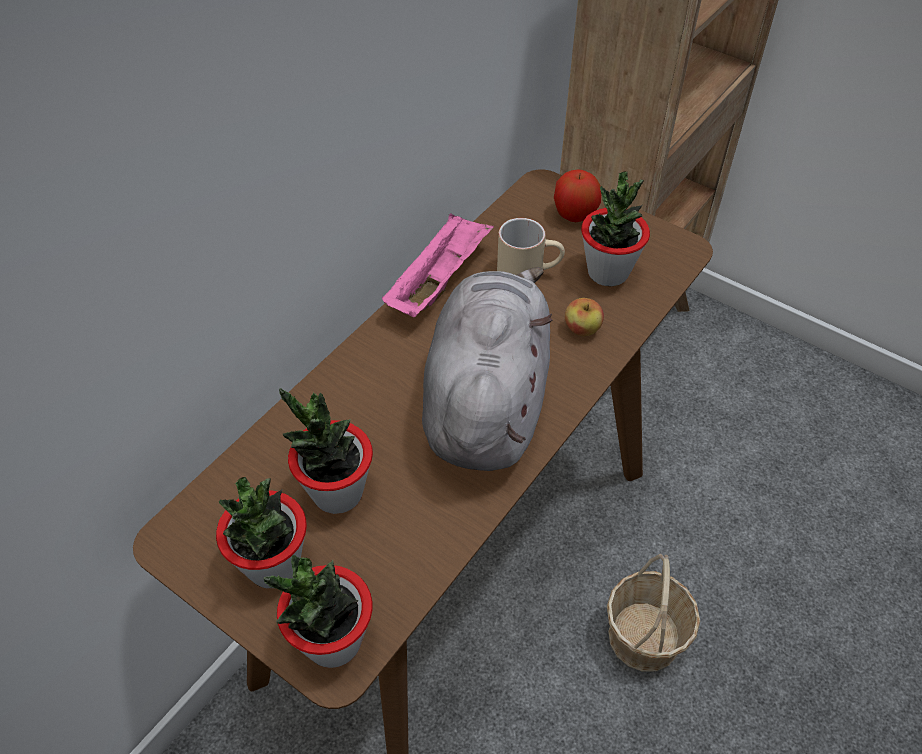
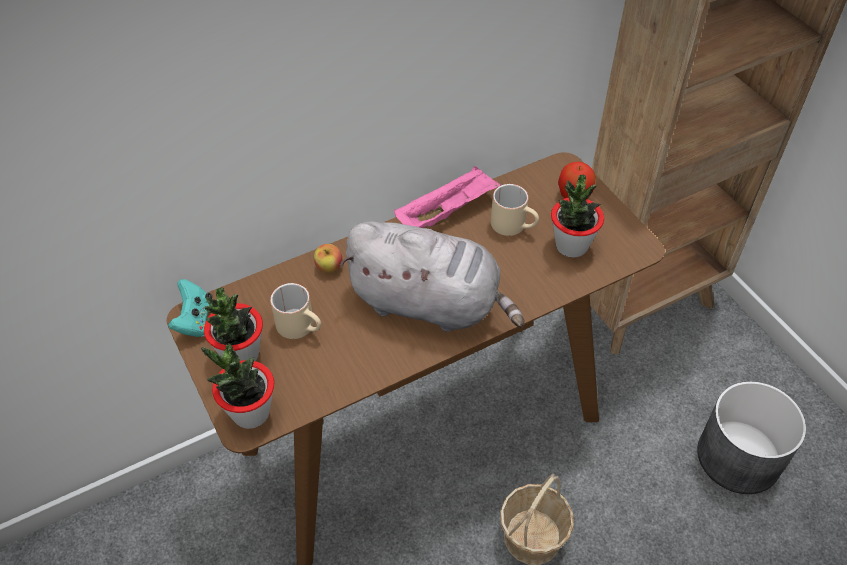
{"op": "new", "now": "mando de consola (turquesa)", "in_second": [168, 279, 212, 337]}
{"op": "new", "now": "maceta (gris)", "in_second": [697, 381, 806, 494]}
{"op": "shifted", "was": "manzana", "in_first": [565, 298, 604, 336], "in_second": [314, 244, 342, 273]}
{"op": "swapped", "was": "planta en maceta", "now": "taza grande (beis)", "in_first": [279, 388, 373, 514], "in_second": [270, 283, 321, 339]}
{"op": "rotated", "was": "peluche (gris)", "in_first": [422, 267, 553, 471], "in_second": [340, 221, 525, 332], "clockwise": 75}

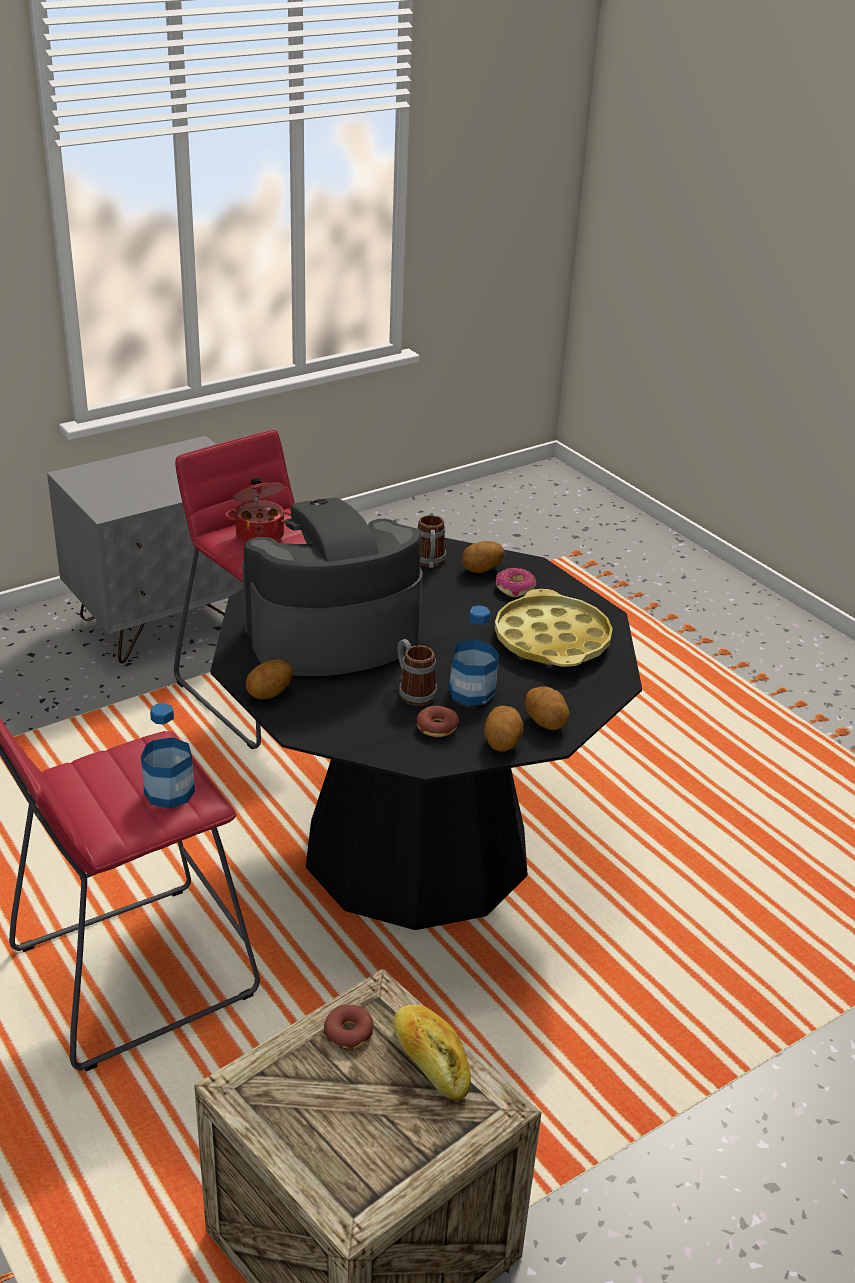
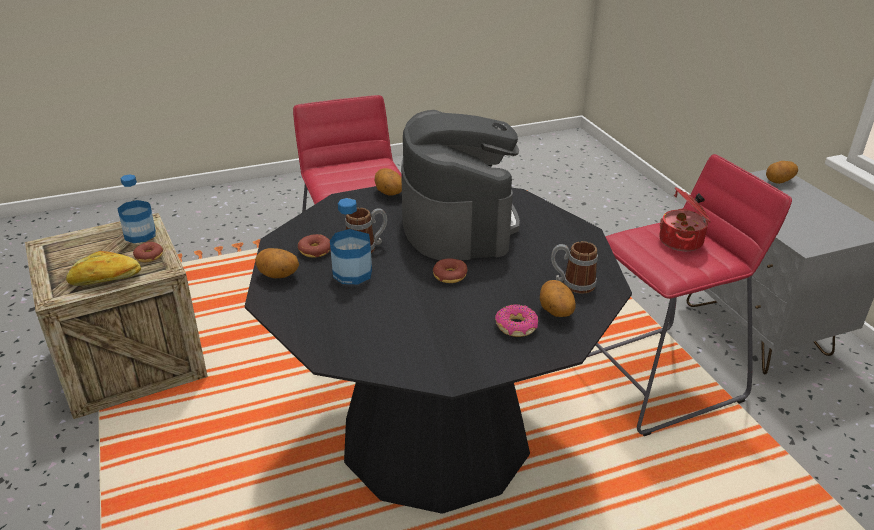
{"op": "gone", "was": "bandeja (amarillo)", "in_first": [495, 589, 613, 667]}
{"op": "new", "now": "rosquilla", "in_second": [433, 258, 467, 283]}
{"op": "shifted", "was": "botella", "in_first": [141, 703, 195, 809], "in_second": [117, 174, 156, 243]}
{"op": "shifted", "was": "patata", "in_first": [525, 686, 569, 731], "in_second": [766, 161, 798, 184]}

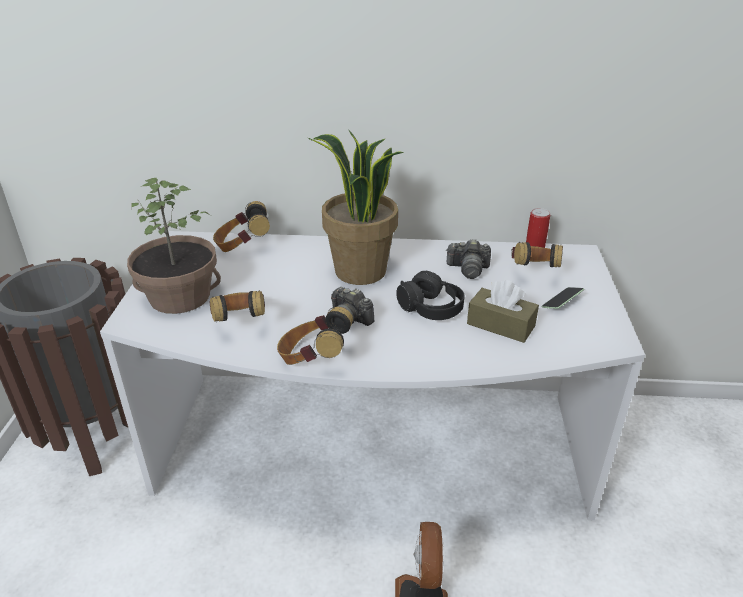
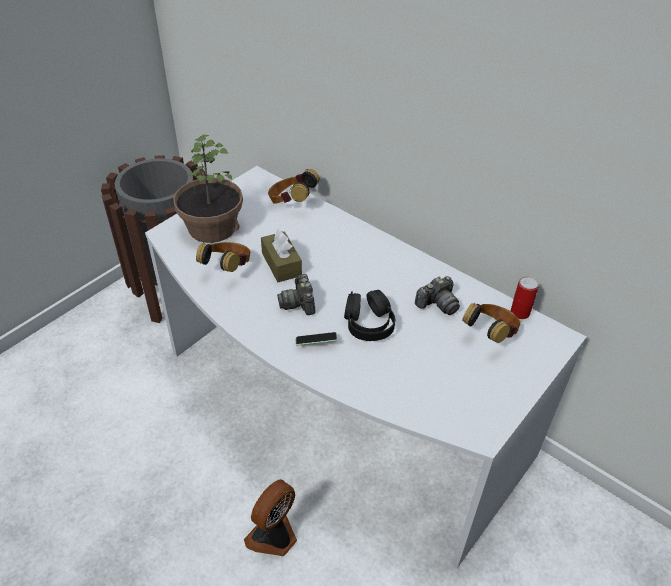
{"op": "gone", "was": "auriculares", "in_first": [277, 307, 353, 365]}
{"op": "gone", "was": "planta en maceta", "in_first": [308, 130, 404, 285]}
{"op": "shifted", "was": "caja de pañuelos (marrón)", "in_first": [467, 280, 539, 343], "in_second": [261, 230, 302, 282]}
{"op": "shifted", "was": "móvil", "in_first": [542, 287, 584, 309], "in_second": [295, 332, 337, 345]}
{"op": "rotated", "was": "cámara", "in_first": [446, 239, 491, 279], "in_second": [415, 276, 460, 315], "clockwise": -75}

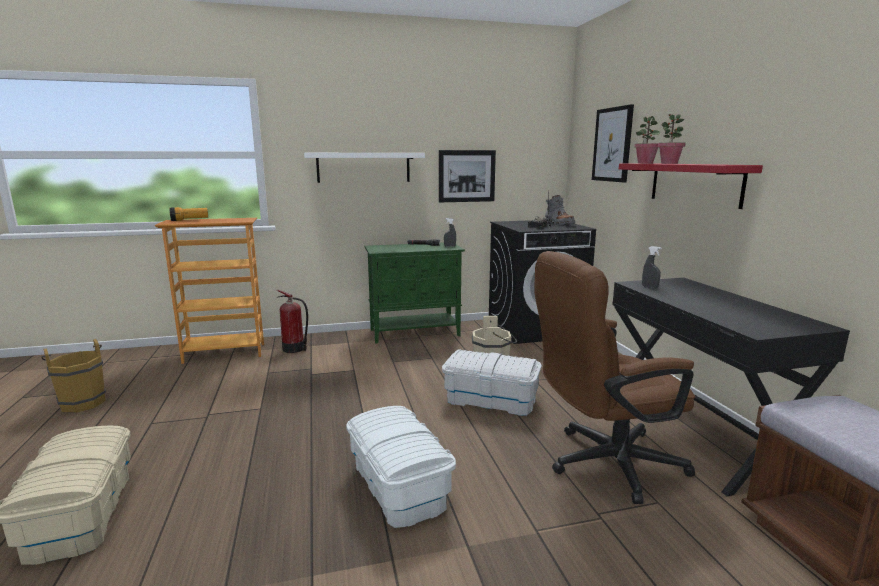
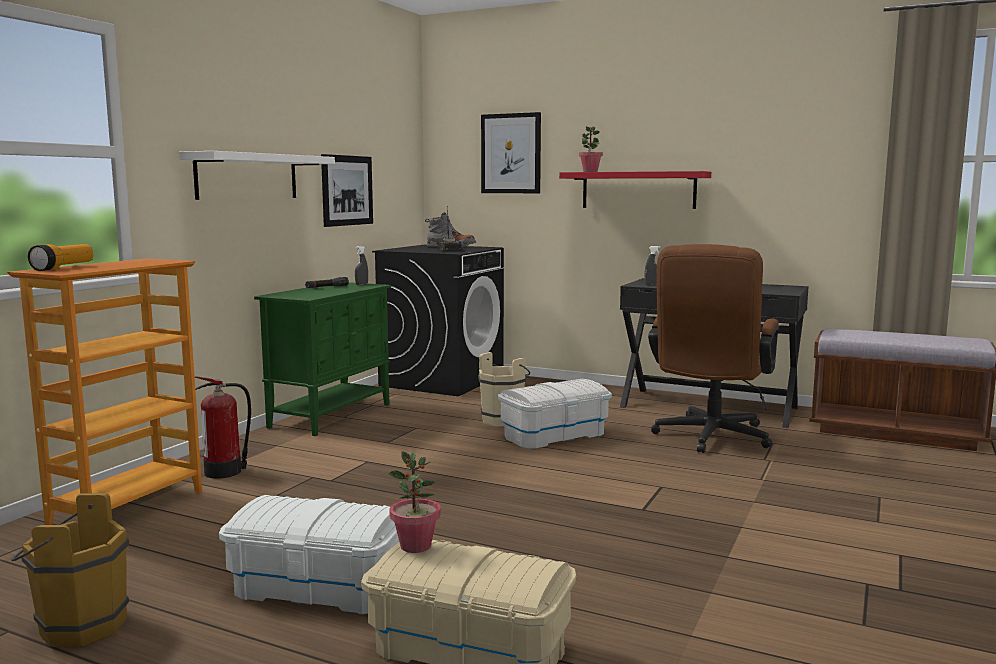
{"op": "shifted", "was": "caja de almacenaje (blanco)", "in_first": [346, 406, 456, 528], "in_second": [219, 495, 399, 615]}
{"op": "shifted", "was": "planta en maceta", "in_first": [658, 114, 686, 164], "in_second": [388, 451, 441, 553]}

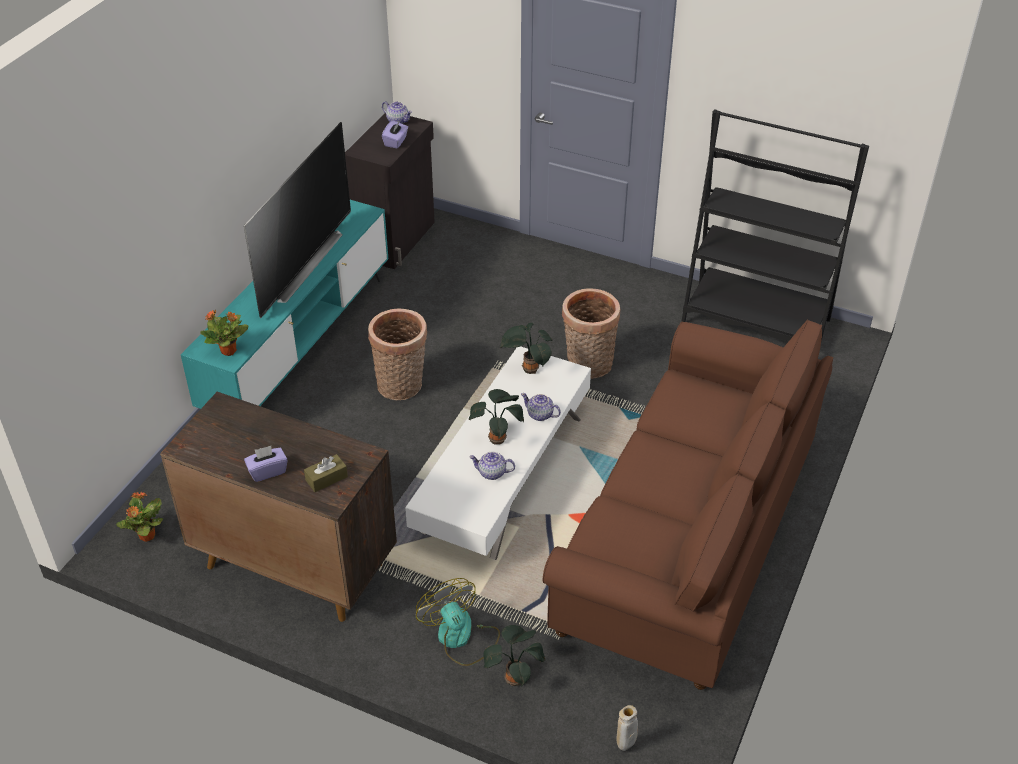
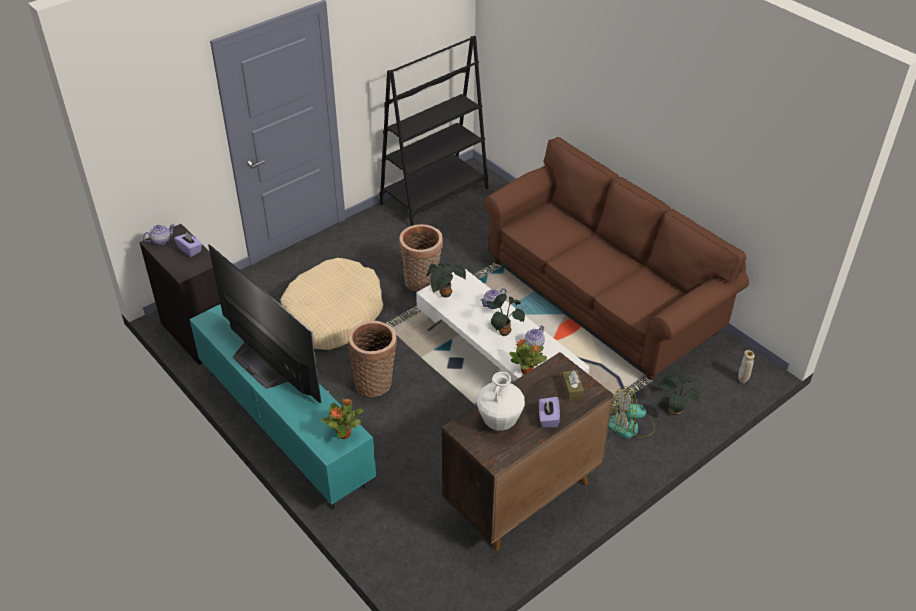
{"op": "new", "now": "cama para perro (beis)", "in_second": [280, 258, 383, 350]}
{"op": "new", "now": "florero (blanco)", "in_second": [477, 372, 525, 431]}
{"op": "shifted", "was": "planta en maceta", "in_first": [116, 492, 163, 542], "in_second": [509, 339, 547, 375]}

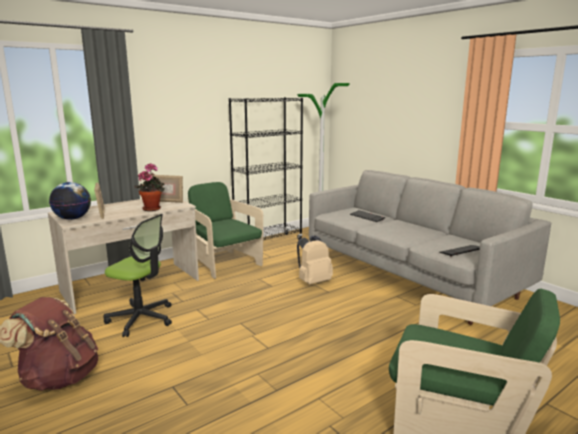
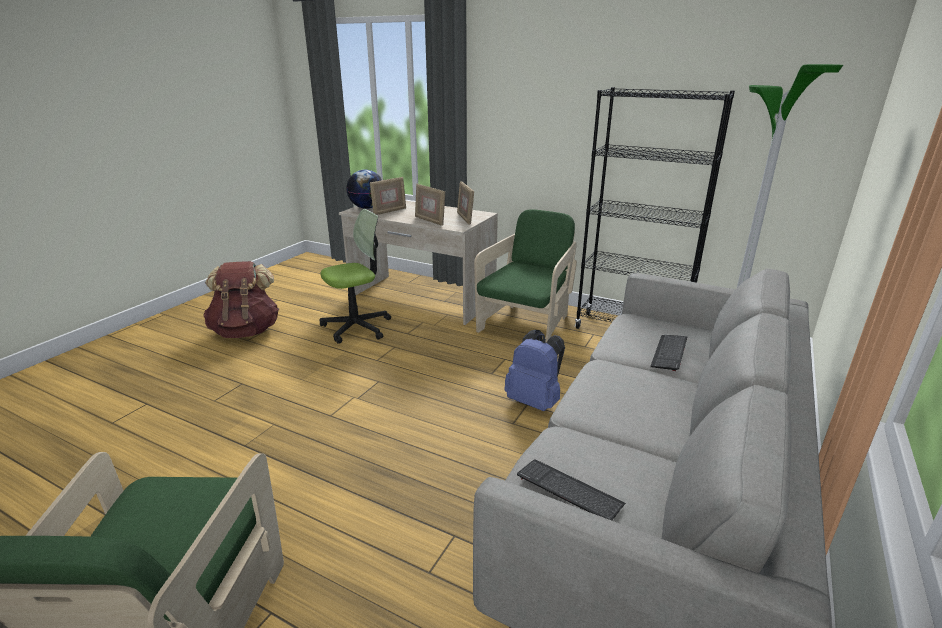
{"op": "swapped", "was": "planta en maceta", "now": "portarretratos", "in_first": [135, 163, 165, 211], "in_second": [415, 184, 445, 226]}
{"op": "repainted", "was": "mochila (beis)", "now": "mochila (azul)", "in_first": [297, 236, 333, 285], "in_second": [505, 330, 565, 411]}
{"op": "rotated", "was": "silla de oficina", "in_first": [104, 214, 172, 337], "in_second": [319, 209, 391, 344], "clockwise": -120}

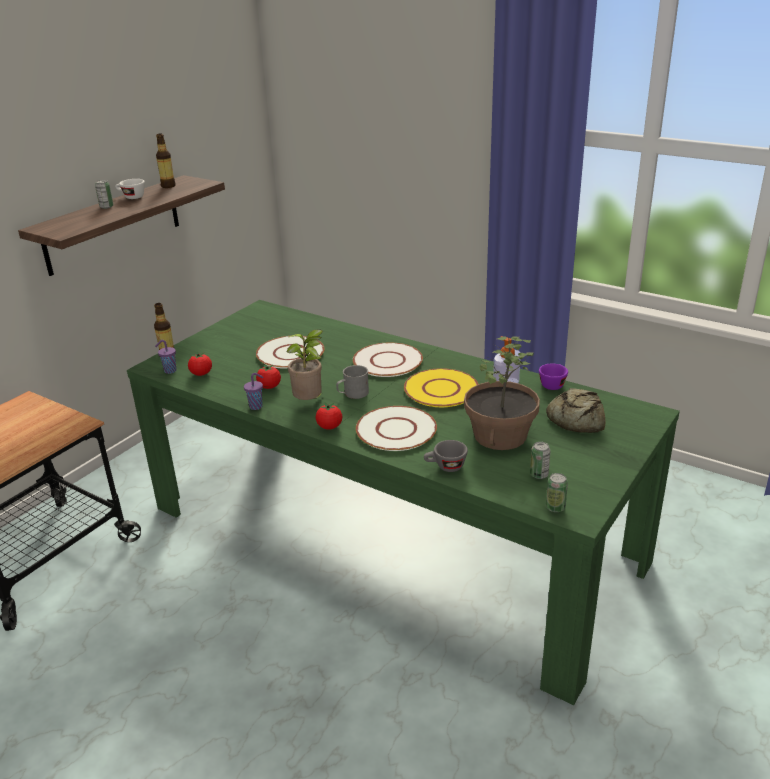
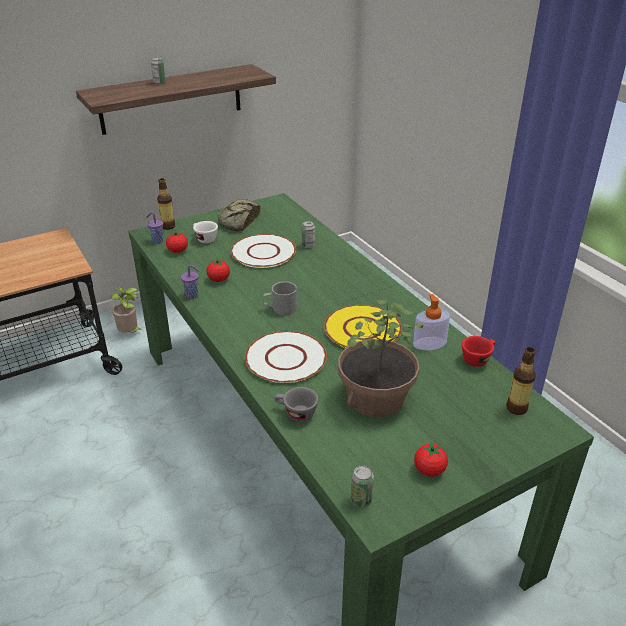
{"op": "gone", "was": "plato (blanco)", "in_first": [353, 343, 423, 377]}
{"op": "shifted", "was": "taza (blanco)", "in_first": [115, 179, 145, 199], "in_second": [193, 221, 218, 243]}
{"op": "shifted", "was": "botella", "in_first": [156, 133, 175, 188], "in_second": [506, 347, 536, 415]}
{"op": "shifted", "was": "planta en maceta", "in_first": [287, 329, 323, 400], "in_second": [111, 287, 143, 333]}
{"op": "shifted", "was": "tomate", "in_first": [316, 402, 342, 430], "in_second": [414, 441, 448, 477]}
{"op": "shifted", "was": "lata", "in_first": [530, 442, 551, 479], "in_second": [302, 221, 315, 249]}
{"op": "shifted", "was": "pan", "in_first": [546, 388, 606, 433], "in_second": [218, 199, 260, 231]}
{"op": "repainted", "was": "taza (morado)", "now": "taza (rojo)", "in_first": [539, 364, 568, 390], "in_second": [462, 336, 495, 367]}

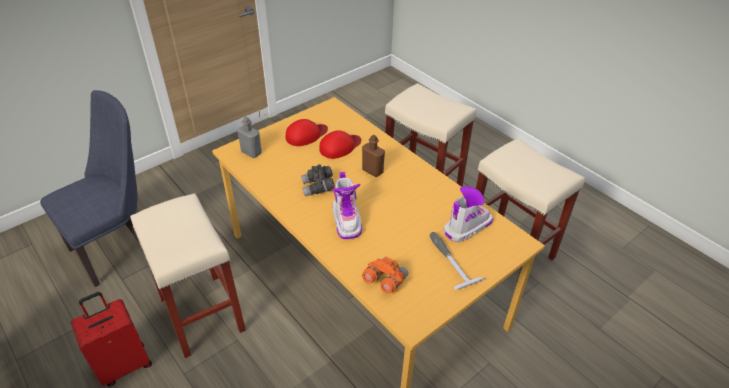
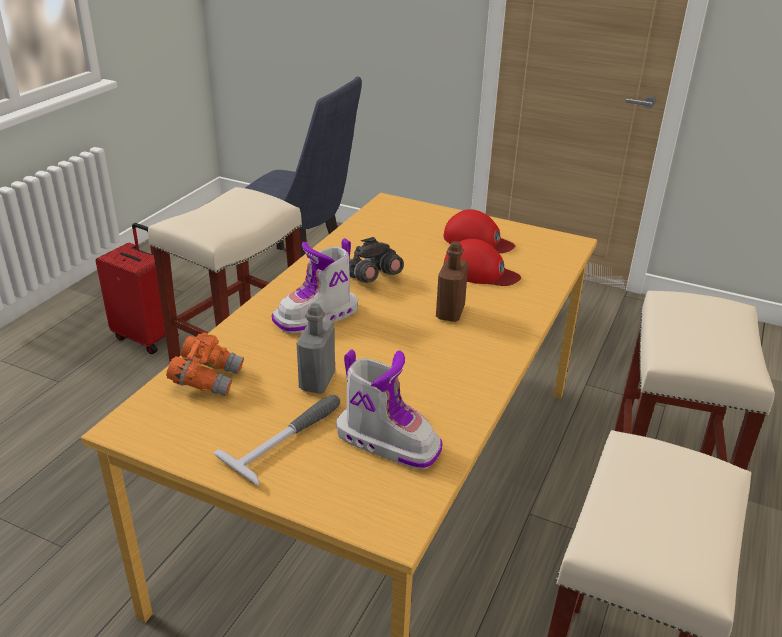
{"op": "shifted", "was": "botella (gris)", "in_first": [237, 117, 262, 158], "in_second": [297, 303, 335, 394]}

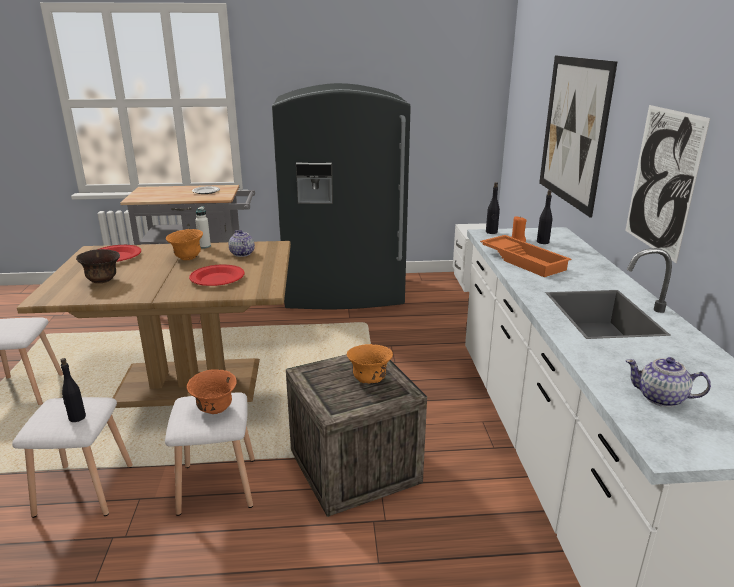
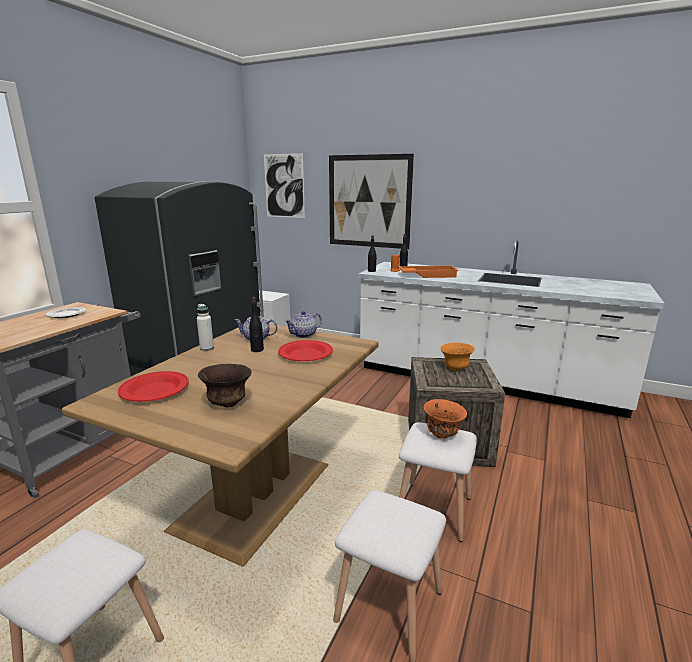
{"op": "gone", "was": "cuenco (naranja)", "in_first": [166, 229, 203, 260]}
{"op": "shifted", "was": "botella (negro)", "in_first": [61, 358, 86, 422], "in_second": [249, 297, 264, 352]}
{"op": "shifted", "was": "cuadro", "in_first": [625, 105, 710, 263], "in_second": [264, 153, 305, 218]}
{"op": "shifted", "was": "tetera", "in_first": [625, 357, 711, 407], "in_second": [285, 311, 322, 338]}

